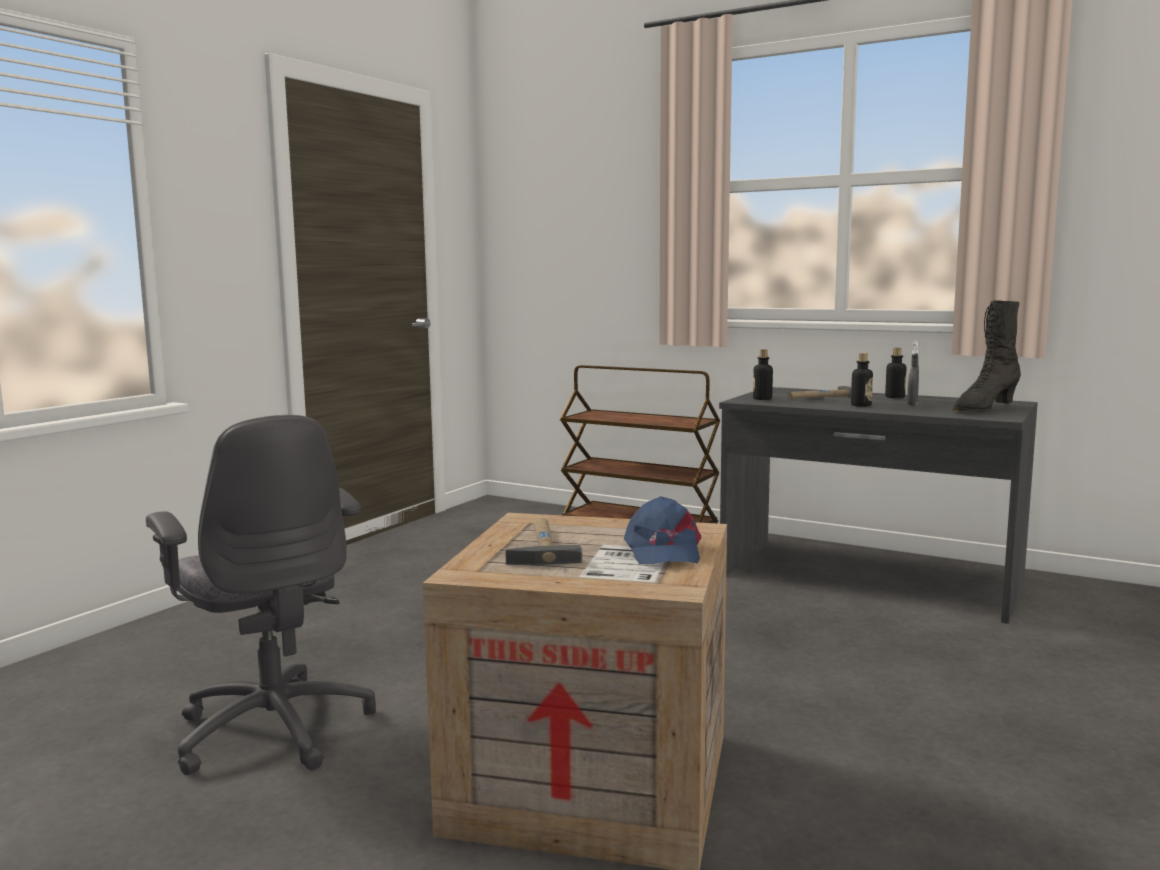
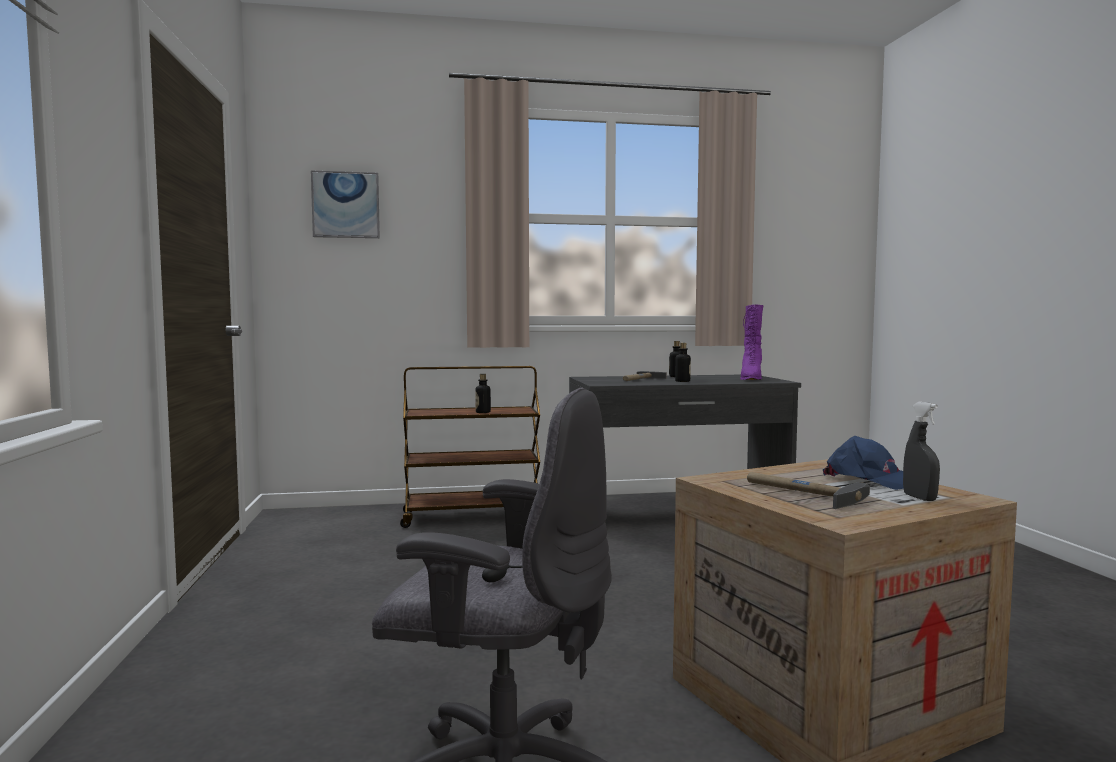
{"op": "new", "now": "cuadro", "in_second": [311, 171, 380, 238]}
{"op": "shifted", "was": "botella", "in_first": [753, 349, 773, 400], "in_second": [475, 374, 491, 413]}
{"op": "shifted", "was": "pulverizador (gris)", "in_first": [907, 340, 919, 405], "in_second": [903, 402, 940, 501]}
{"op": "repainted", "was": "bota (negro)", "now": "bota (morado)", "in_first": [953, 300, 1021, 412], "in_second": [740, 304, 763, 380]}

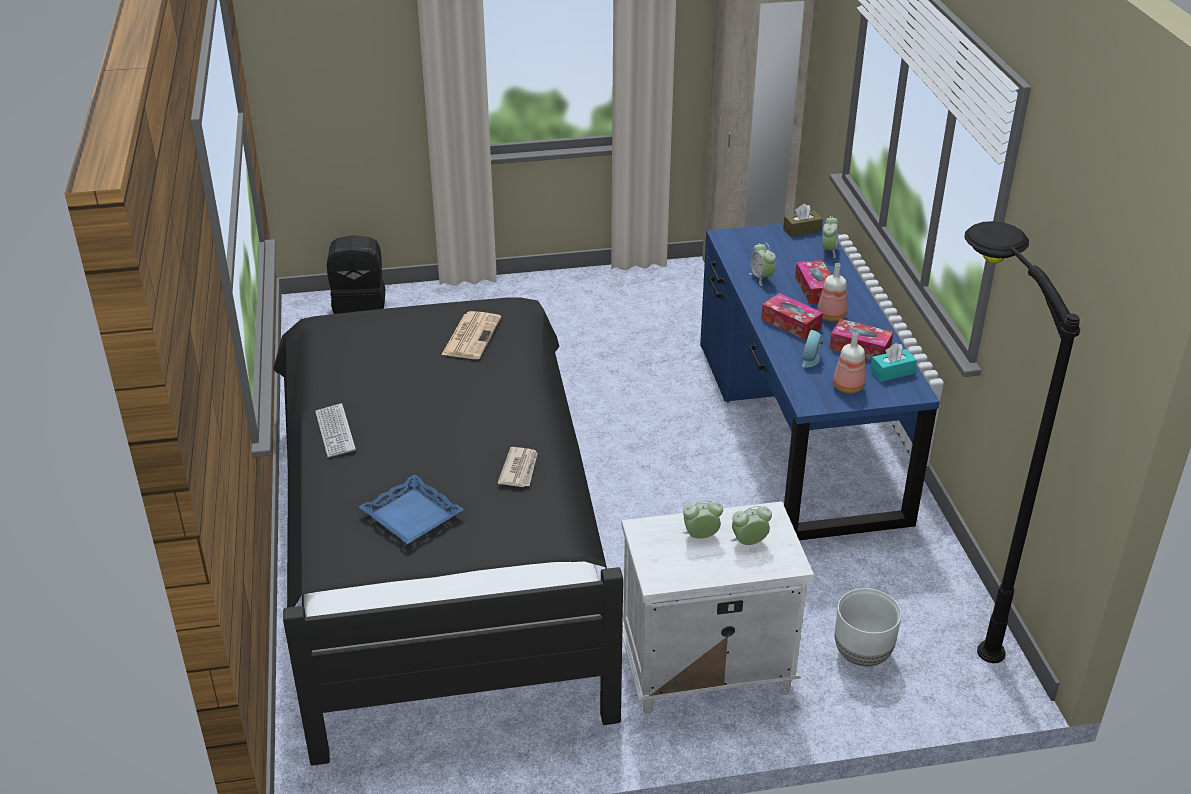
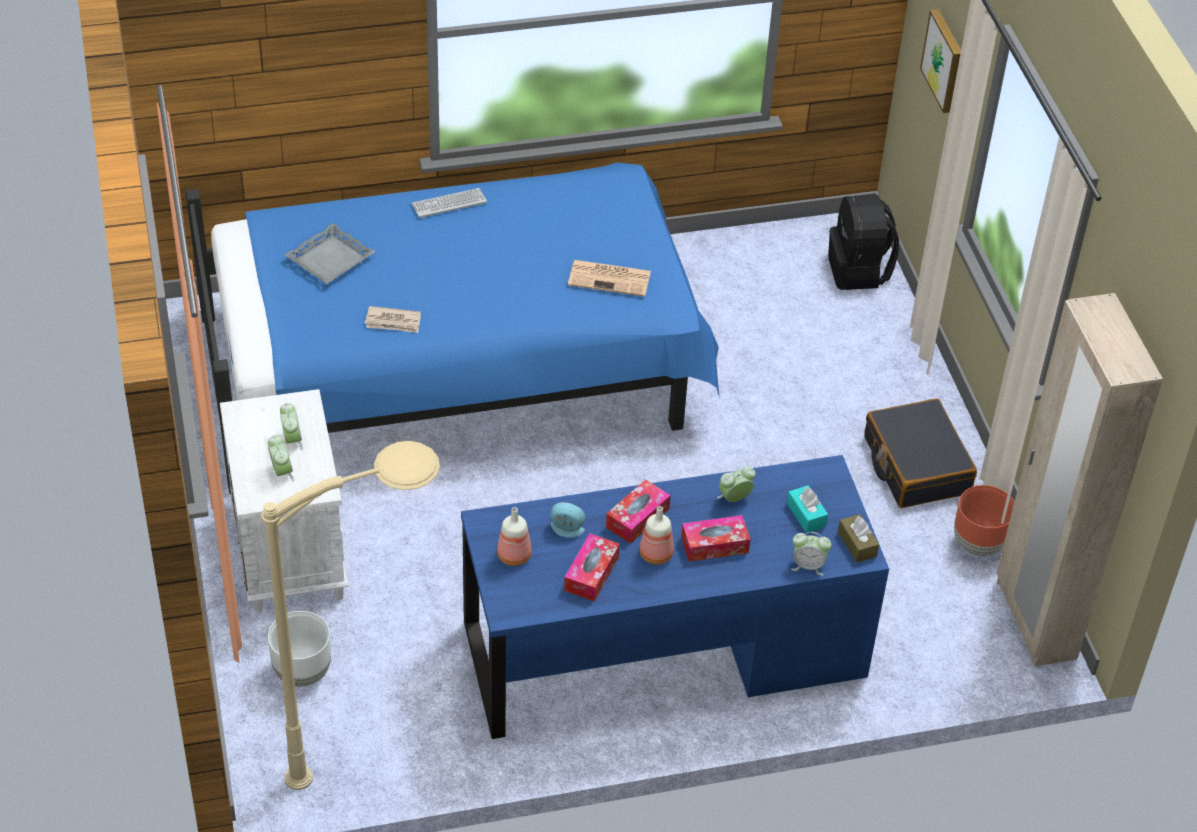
{"op": "new", "now": "maleta (negro)", "in_second": [865, 399, 977, 508]}
{"op": "new", "now": "cuadro", "in_second": [920, 9, 961, 113]}
{"op": "new", "now": "maceta (marrón)", "in_second": [954, 485, 1014, 556]}
{"op": "shifted", "was": "caja de pañuelos (turquesa)", "in_first": [870, 343, 917, 382], "in_second": [787, 485, 828, 533]}
{"op": "repainted", "was": "cama (negro)", "now": "cama (azul)", "in_first": [273, 297, 623, 766], "in_second": [186, 162, 720, 494]}
{"op": "repainted", "was": "bandeja (azul)", "now": "bandeja (gris)", "in_first": [359, 474, 464, 544], "in_second": [284, 223, 376, 284]}
{"op": "repainted", "was": "lámpara de pie (negro)", "now": "lámpara de pie (beis)", "in_first": [964, 221, 1080, 663], "in_second": [261, 441, 440, 790]}

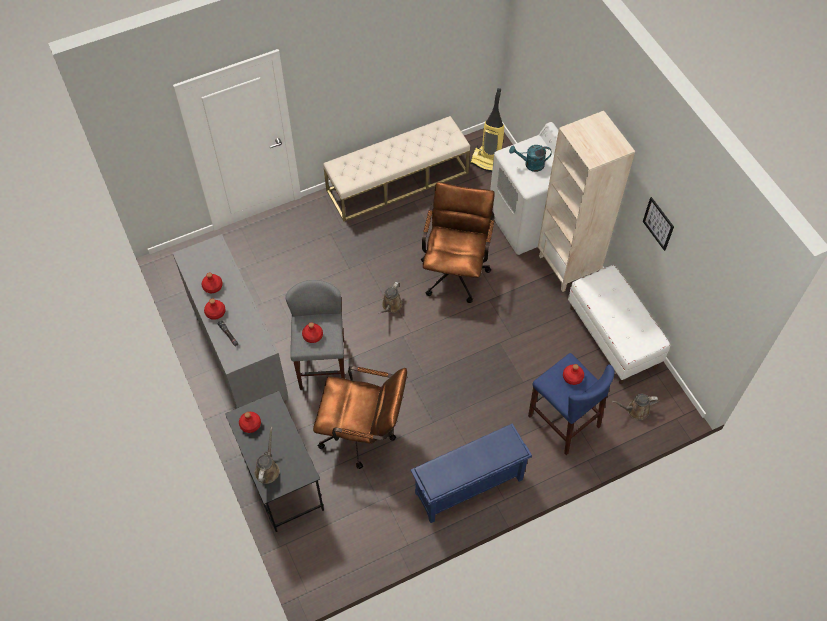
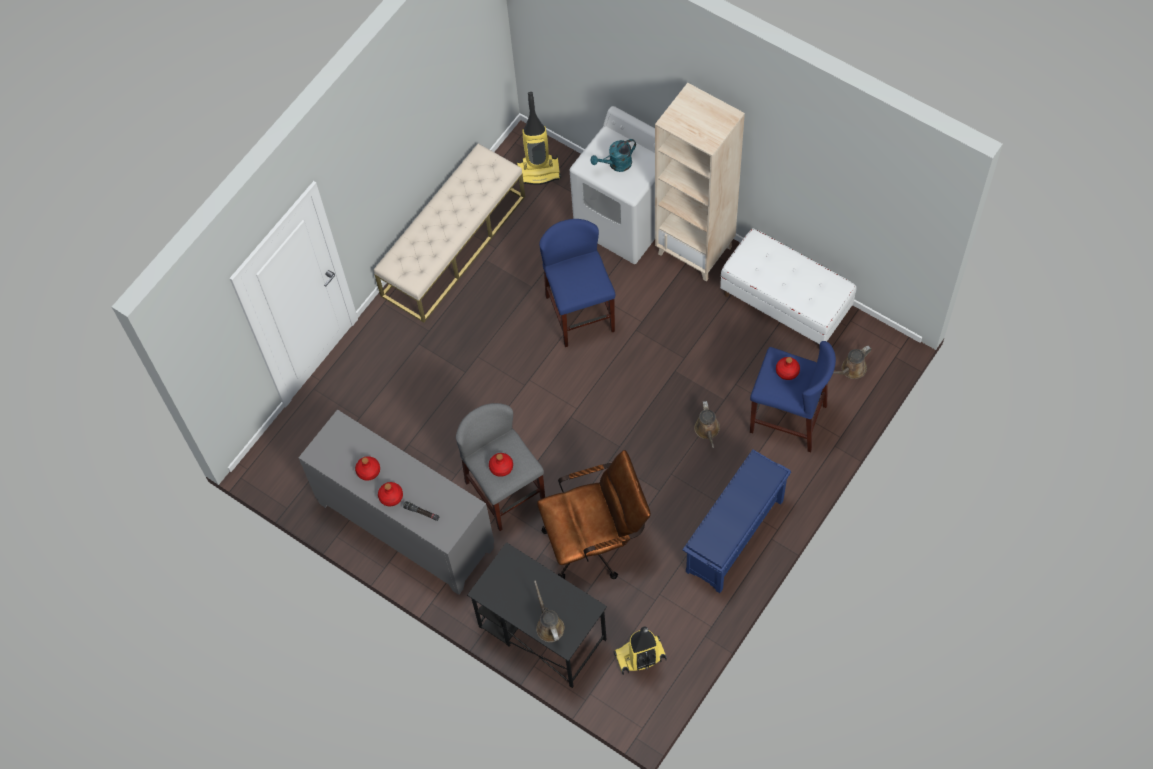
{"op": "gone", "was": "botella (rojo)", "in_first": [239, 412, 261, 433]}
{"op": "gone", "was": "cuadro", "in_first": [643, 197, 674, 251]}
{"op": "new", "now": "aspiradora", "in_second": [614, 627, 667, 675]}
{"op": "shifted", "was": "regadera (marrón)", "in_first": [379, 282, 403, 314], "in_second": [694, 401, 720, 448]}
{"op": "swapped", "was": "silla de oficina (marrón)", "now": "taburete (azul)", "in_first": [421, 182, 495, 303], "in_second": [539, 219, 615, 347]}

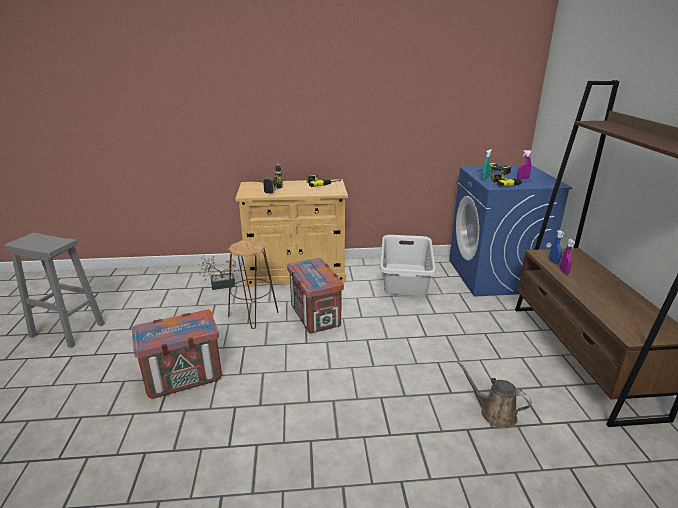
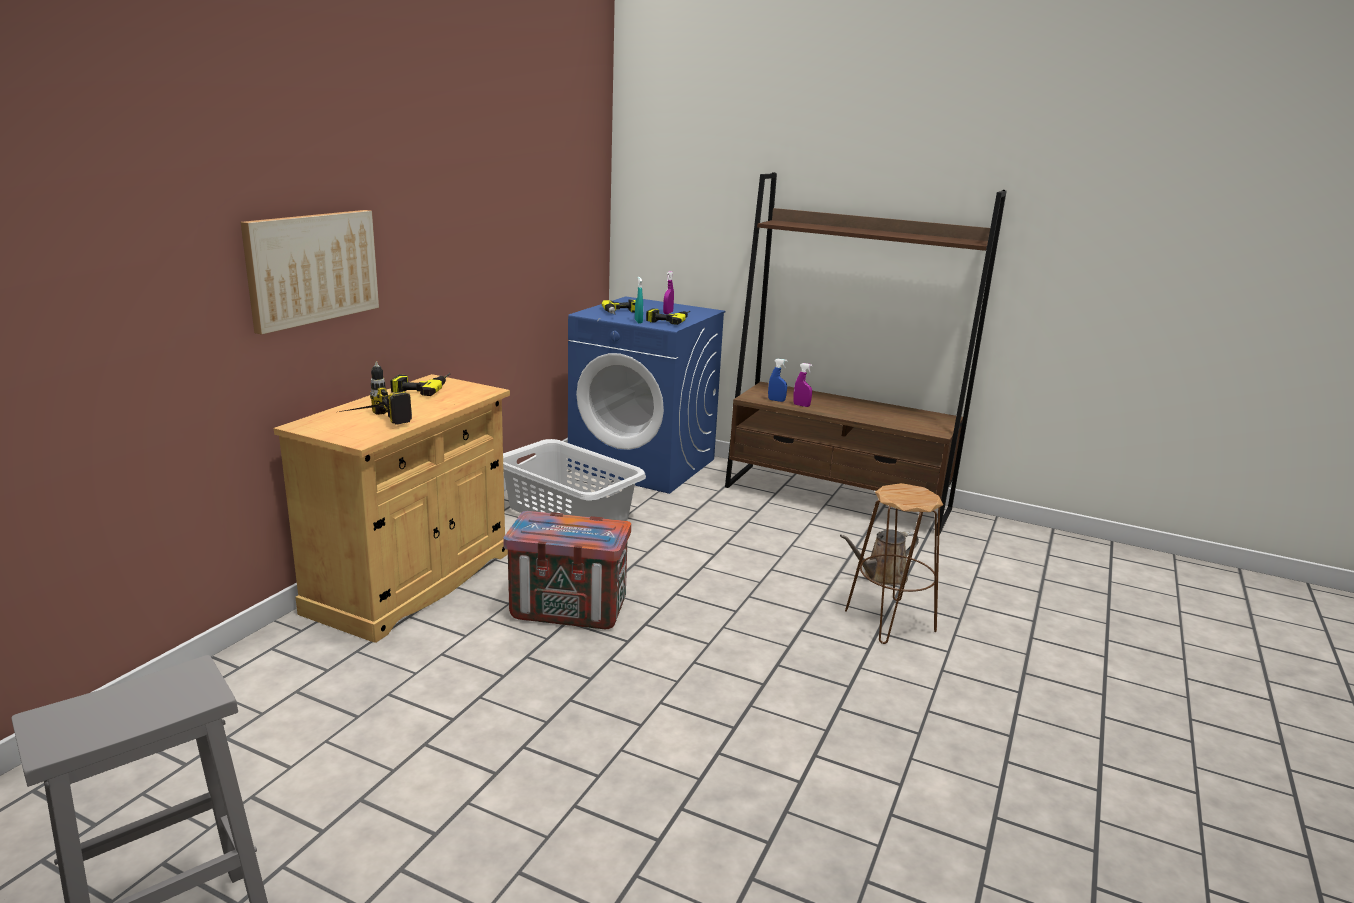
{"op": "gone", "was": "caja de embalaje", "in_first": [132, 310, 222, 399]}
{"op": "gone", "was": "planta en maceta", "in_first": [199, 255, 240, 290]}
{"op": "new", "now": "cuadro", "in_second": [241, 210, 379, 335]}
{"op": "shifted", "was": "taburete (marrón)", "in_first": [228, 240, 279, 329], "in_second": [845, 483, 943, 644]}

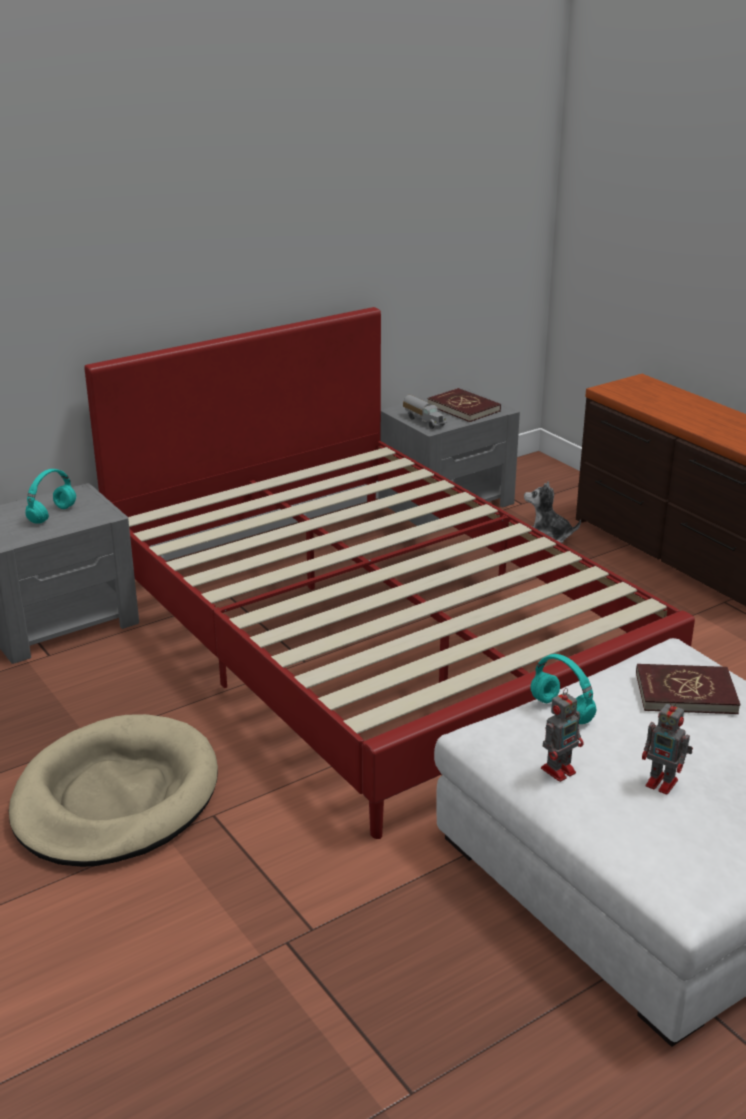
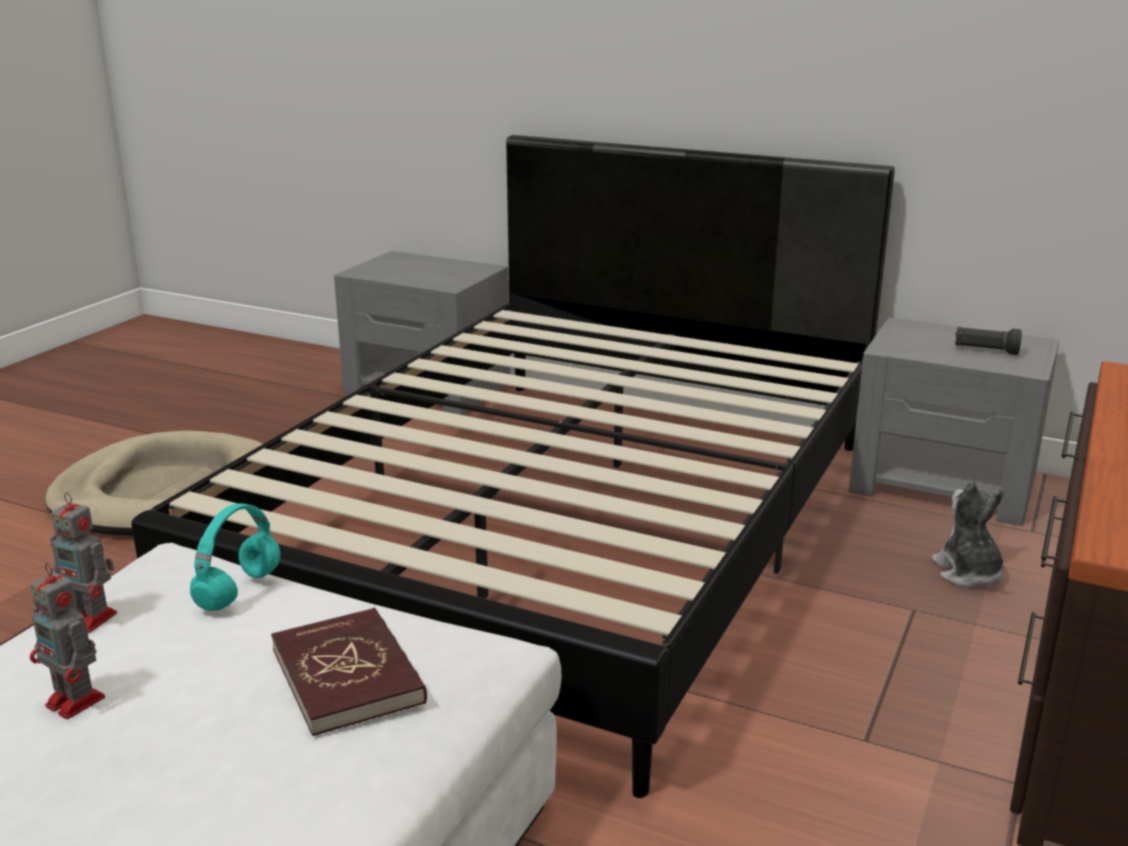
{"op": "gone", "was": "auriculares (turquesa)", "in_first": [25, 469, 76, 524]}
{"op": "gone", "was": "camión de juguete", "in_first": [403, 395, 447, 429]}
{"op": "swapped", "was": "libro (rojo)", "now": "linterna (negro)", "in_first": [427, 388, 501, 422], "in_second": [955, 327, 1022, 355]}
{"op": "repainted", "was": "cama (rojo)", "now": "cama (negro)", "in_first": [84, 307, 695, 839], "in_second": [131, 135, 895, 798]}
{"op": "rotated", "was": "robot de juguete", "in_first": [642, 699, 693, 795], "in_second": [30, 563, 105, 719], "clockwise": -60}

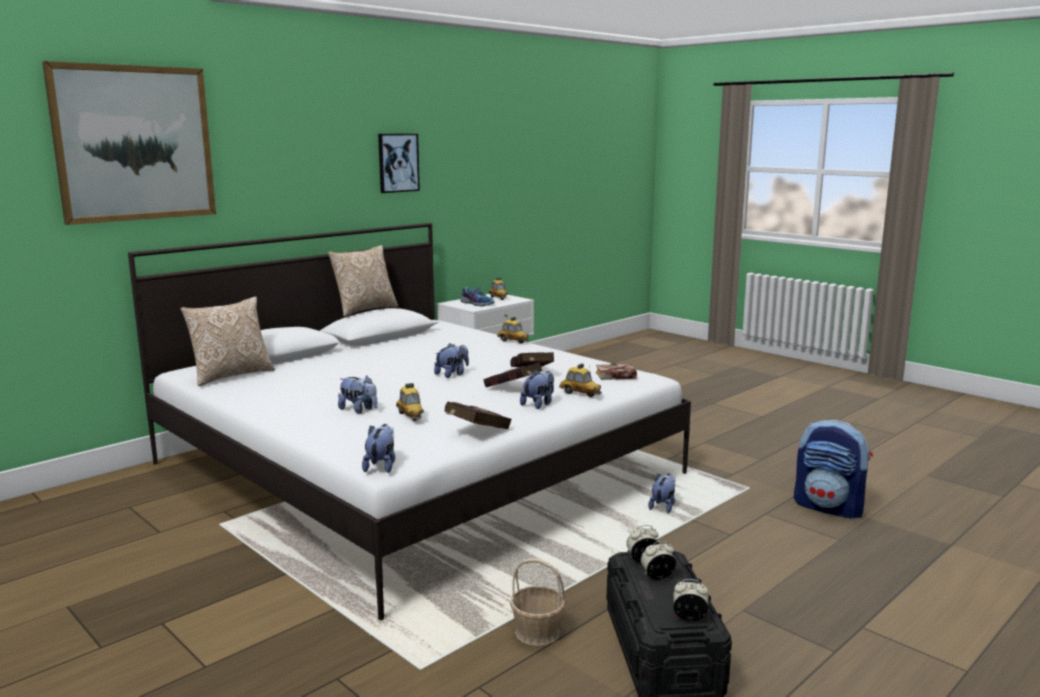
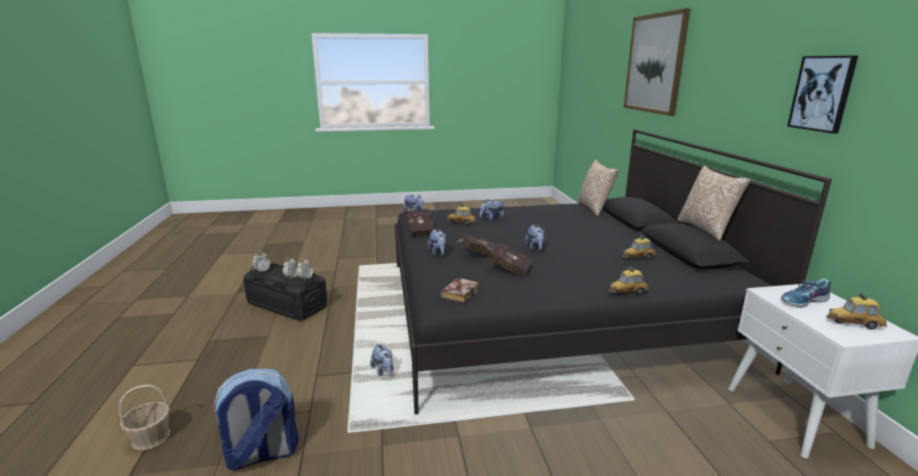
{"op": "shifted", "was": "cesta", "in_first": [510, 558, 566, 646], "in_second": [119, 385, 170, 450]}
{"op": "shifted", "was": "coche de juguete", "in_first": [559, 363, 601, 397], "in_second": [623, 235, 656, 260]}
{"op": "repainted", "was": "cama (blanco)", "now": "cama (negro)", "in_first": [128, 223, 691, 620], "in_second": [395, 129, 832, 415]}

